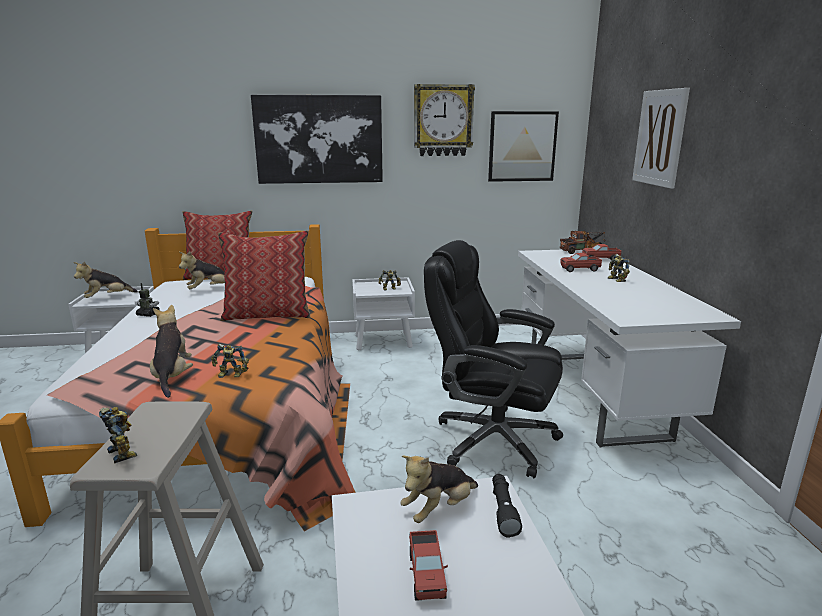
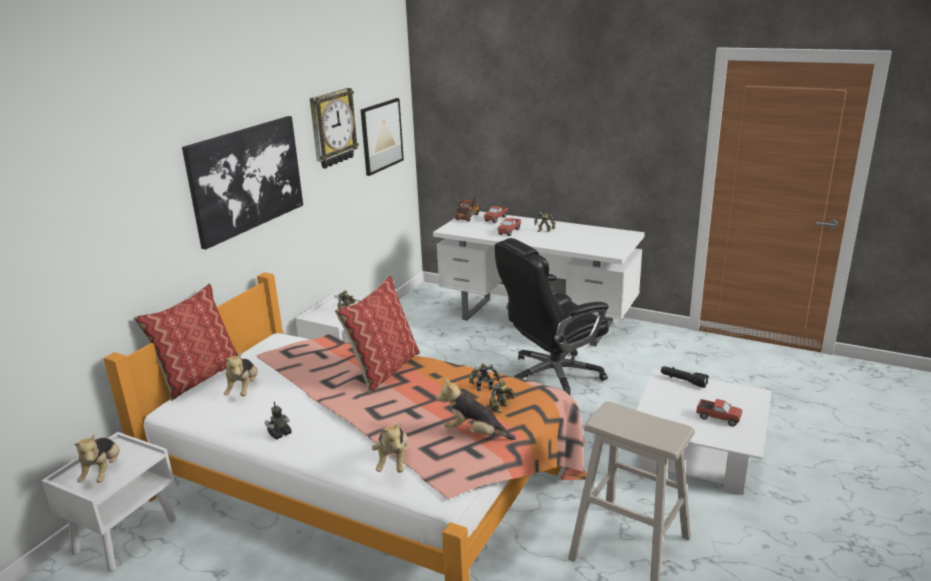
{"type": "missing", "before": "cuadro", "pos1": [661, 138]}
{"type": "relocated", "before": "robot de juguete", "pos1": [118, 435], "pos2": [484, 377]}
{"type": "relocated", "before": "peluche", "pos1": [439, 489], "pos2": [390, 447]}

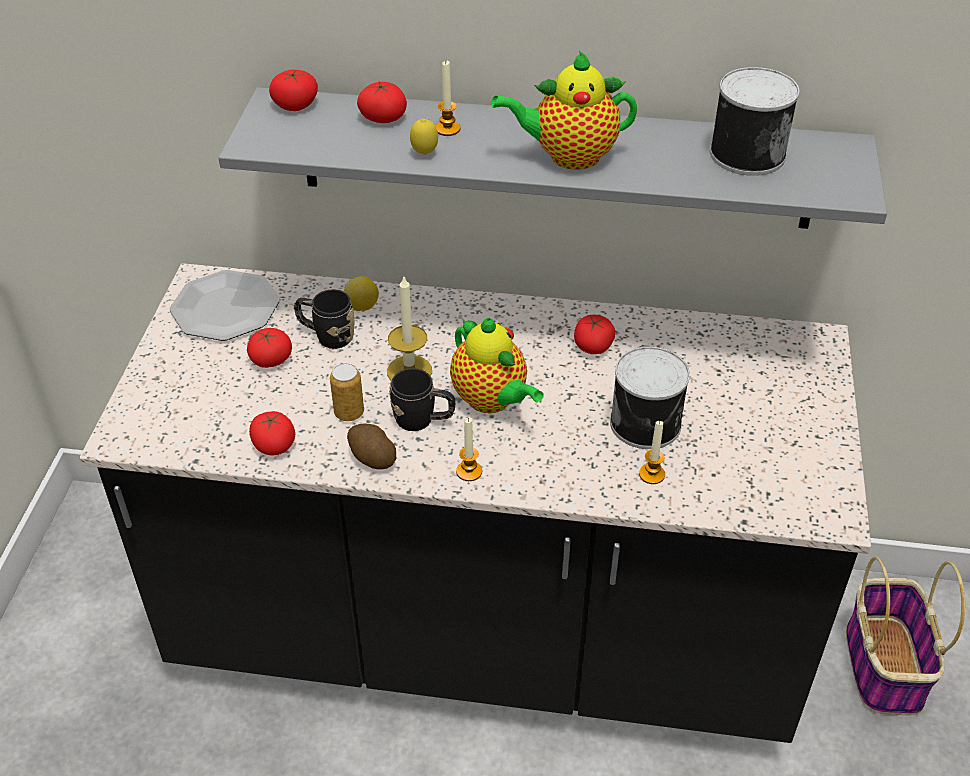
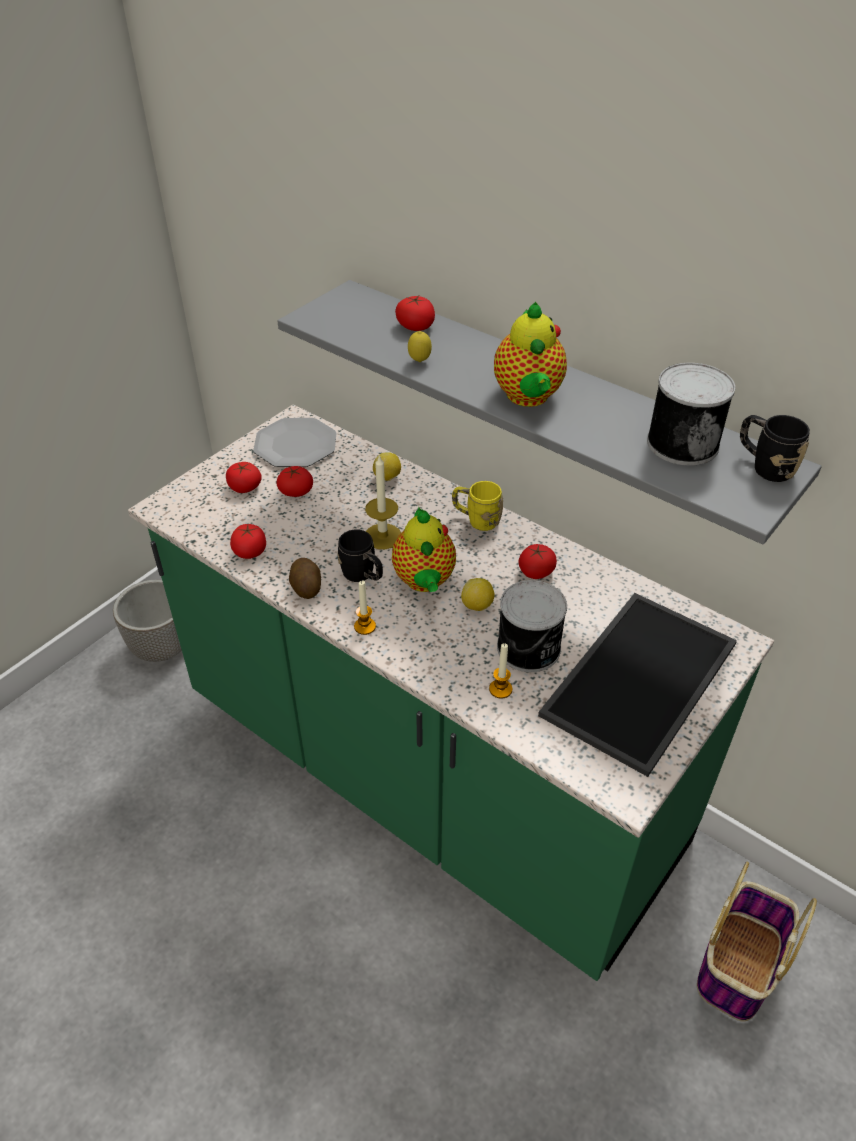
{"type": "spun", "before": "tetera", "pos1": [564, 110], "pos2": [530, 354], "turn": -120}
{"type": "missing", "before": "vela", "pos1": [448, 98]}
{"type": "relocated", "before": "tomate", "pos1": [293, 90], "pos2": [244, 477]}
{"type": "colour", "before": "mueble bajo de cocina/negro", "after": "mueble bajo de cocina/verde", "pos1": [475, 503], "pos2": [451, 692]}
{"type": "relocated", "before": "taza grande/negro", "pos1": [324, 319], "pos2": [775, 448]}
{"type": "missing", "before": "lata", "pos1": [347, 392]}
{"type": "appeared", "after": "taza grande/amarillo", "pos2": [477, 506]}
{"type": "appeared", "after": "limón", "pos2": [478, 594]}
{"type": "appeared", "after": "maceta", "pos2": [147, 621]}
{"type": "appeared", "after": "bandeja", "pos2": [637, 685]}

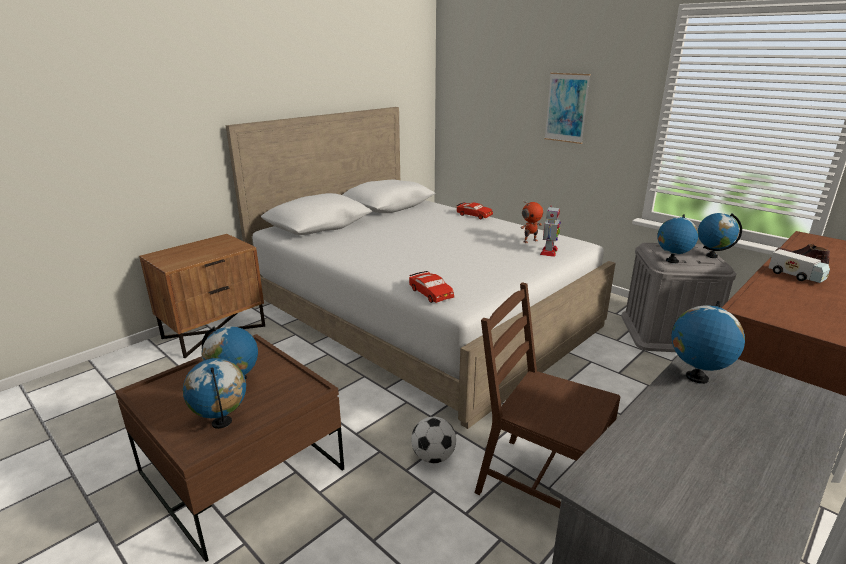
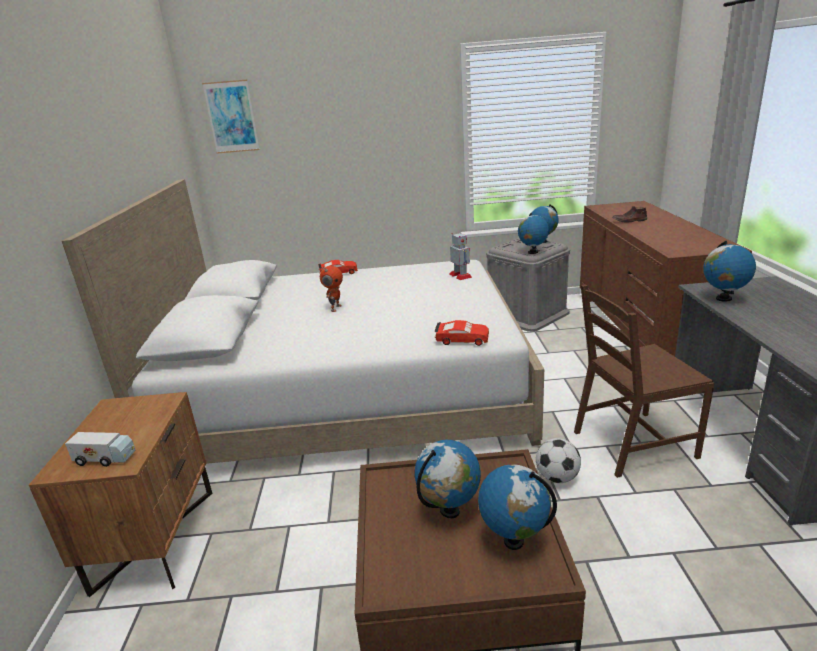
{"type": "relocated", "before": "cuadro", "pos1": [567, 108], "pos2": [231, 116]}
{"type": "relocated", "before": "robot de juguete", "pos1": [532, 221], "pos2": [331, 289]}
{"type": "relocated", "before": "camión de juguete", "pos1": [799, 266], "pos2": [100, 449]}

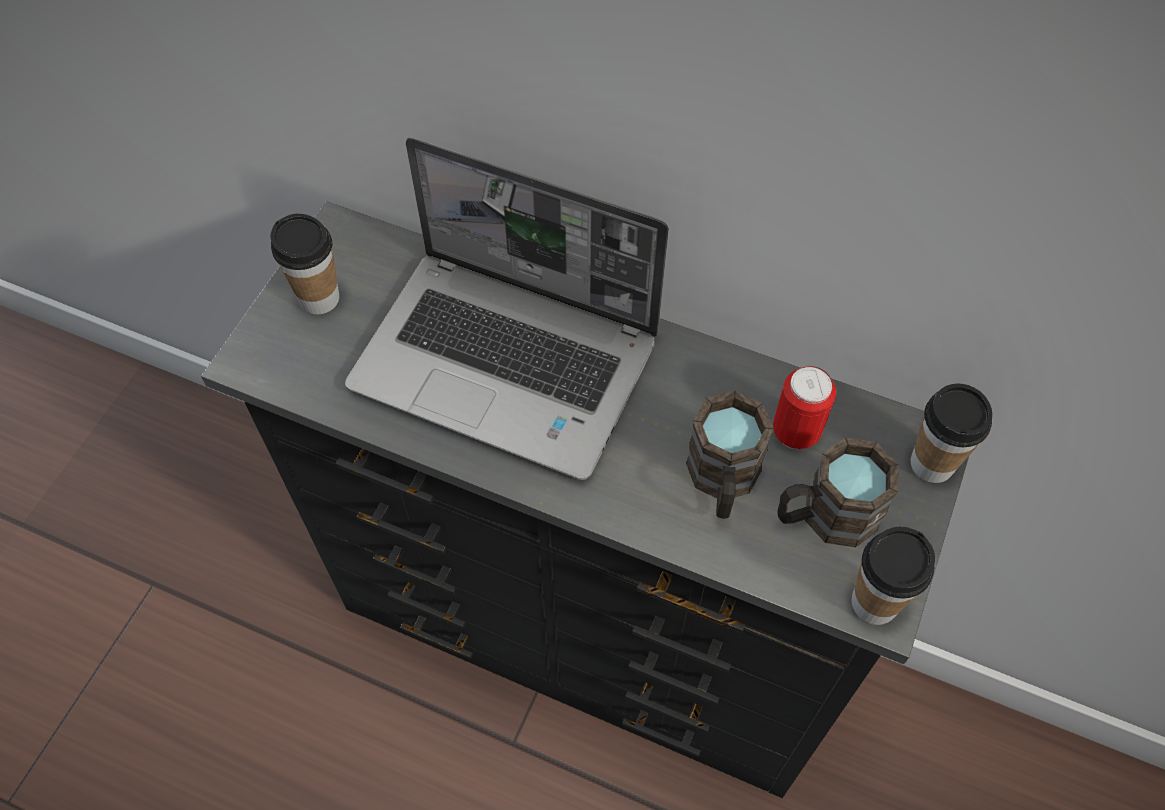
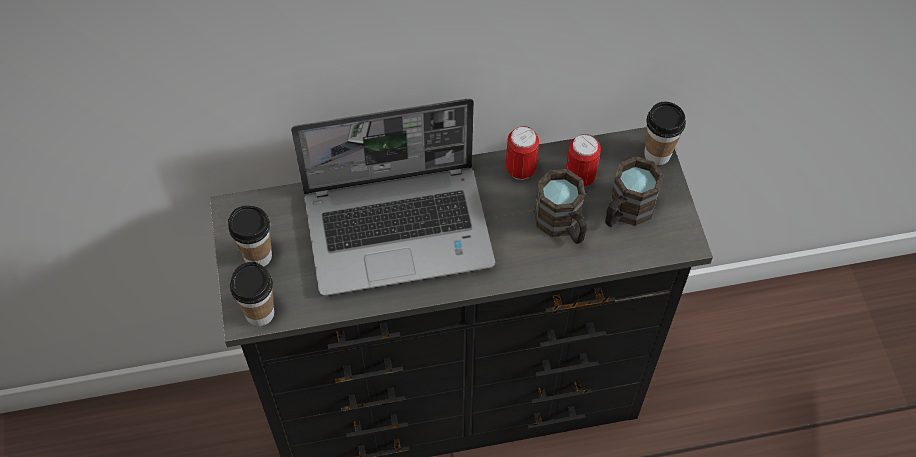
{"type": "relocated", "before": "taza", "pos1": [893, 576], "pos2": [252, 294]}
{"type": "appeared", "after": "lata", "pos2": [522, 153]}

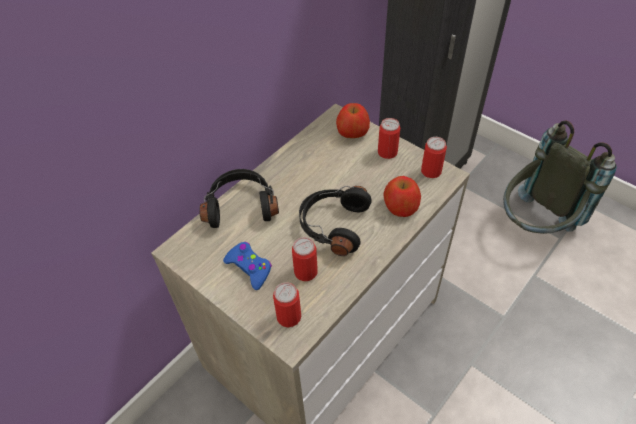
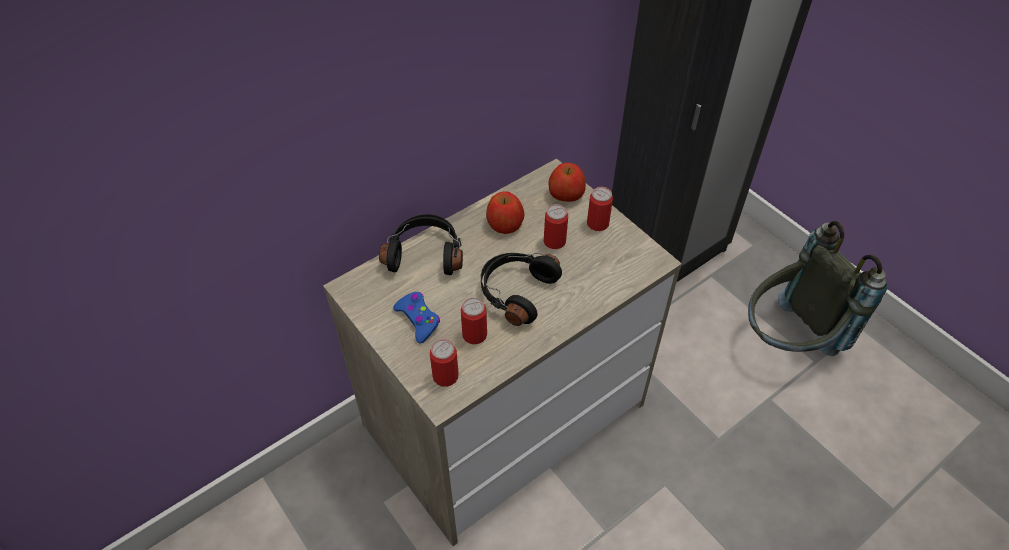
{"type": "relocated", "before": "lata", "pos1": [434, 157], "pos2": [556, 226]}
{"type": "relocated", "before": "manzana", "pos1": [402, 196], "pos2": [505, 212]}

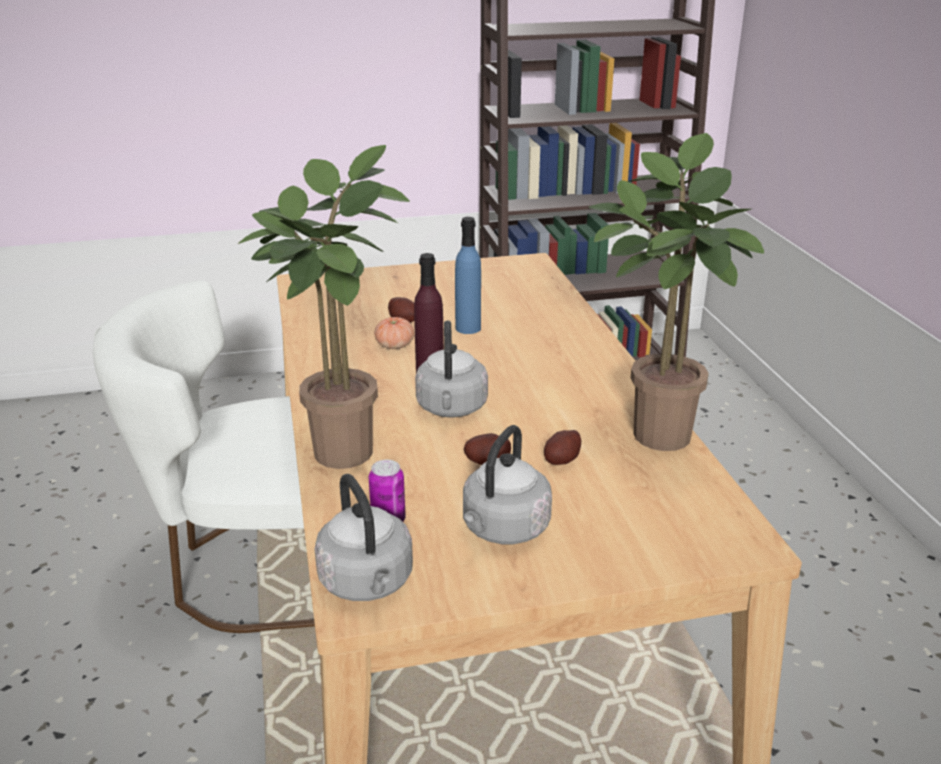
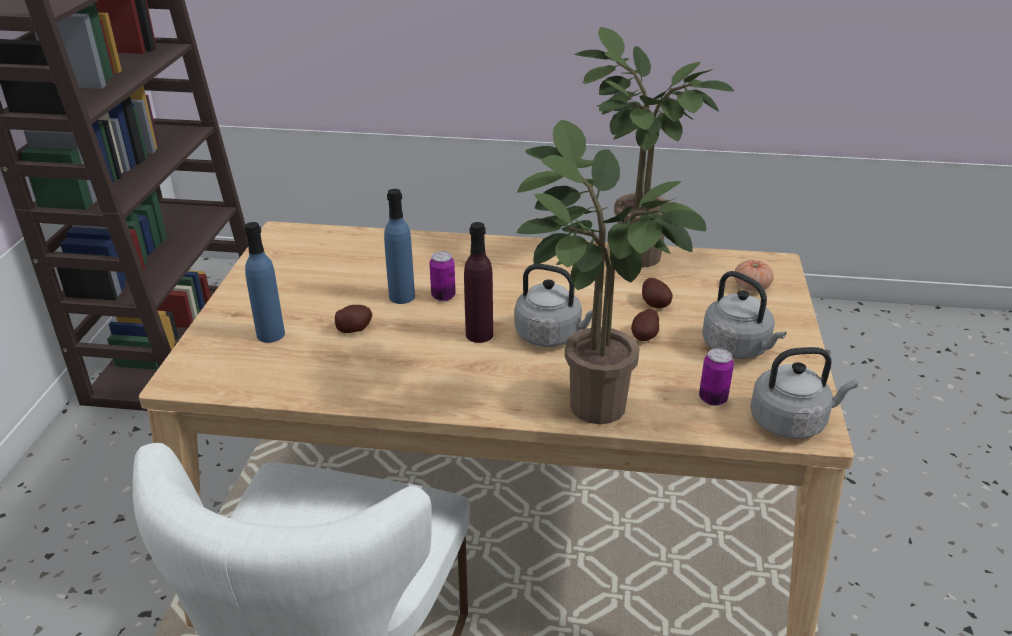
{"type": "relocated", "before": "tomate", "pos1": [394, 333], "pos2": [754, 276]}
{"type": "appeared", "after": "botella/azul", "pos2": [264, 282]}
{"type": "appeared", "after": "lata", "pos2": [442, 276]}

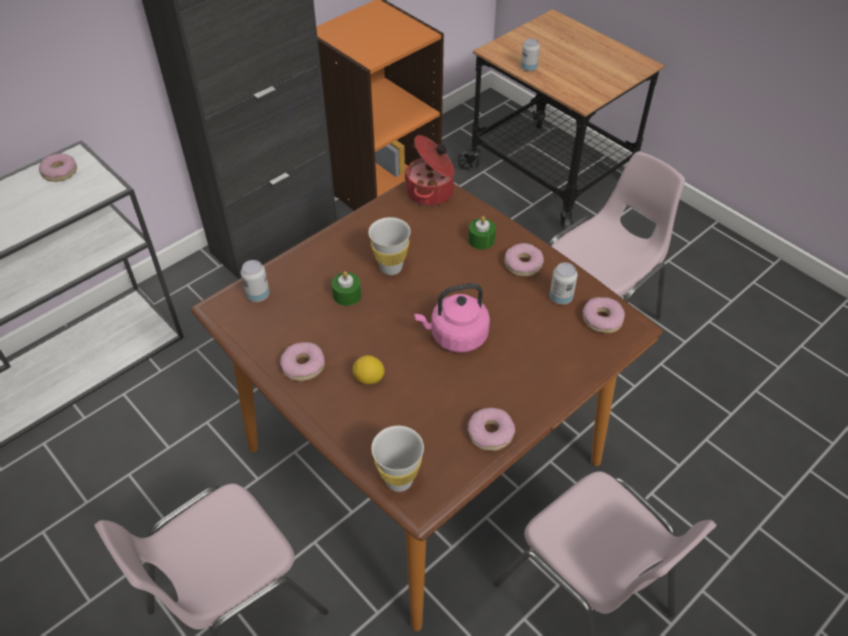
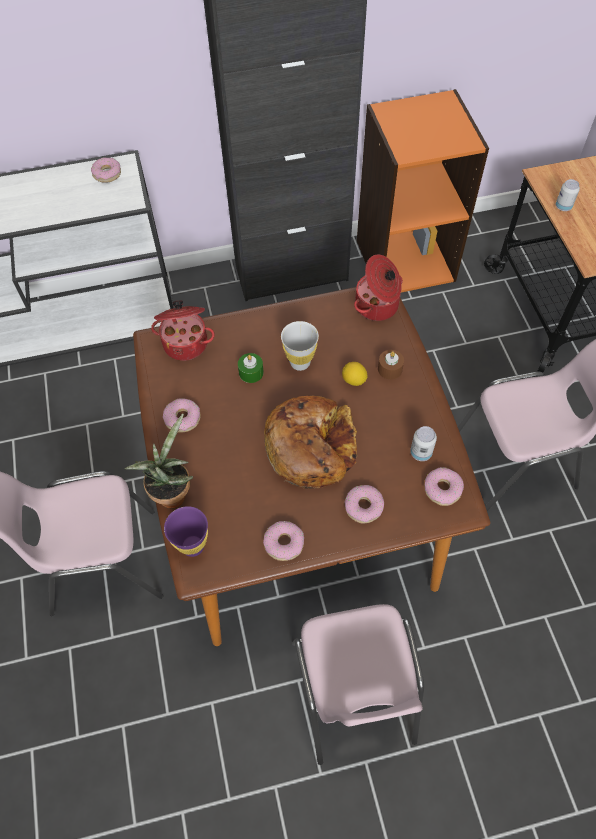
{"type": "colour", "before": "vela/verde", "after": "vela/marrón", "pos1": [482, 233], "pos2": [391, 365]}
{"type": "relocated", "before": "rosquilla", "pos1": [524, 259], "pos2": [364, 504]}
{"type": "exchanged", "before": "lata", "after": "olla", "pos1": [255, 281], "pos2": [183, 330]}
{"type": "exchanged", "before": "hervidor/rosa", "after": "pan", "pos1": [452, 318], "pos2": [310, 442]}
{"type": "relocated", "before": "limón", "pos1": [368, 369], "pos2": [355, 374]}
{"type": "colour", "before": "taza/blanco", "after": "taza/morado", "pos1": [397, 459], "pos2": [186, 531]}
{"type": "appeared", "after": "planta en maceta", "pos2": [158, 461]}

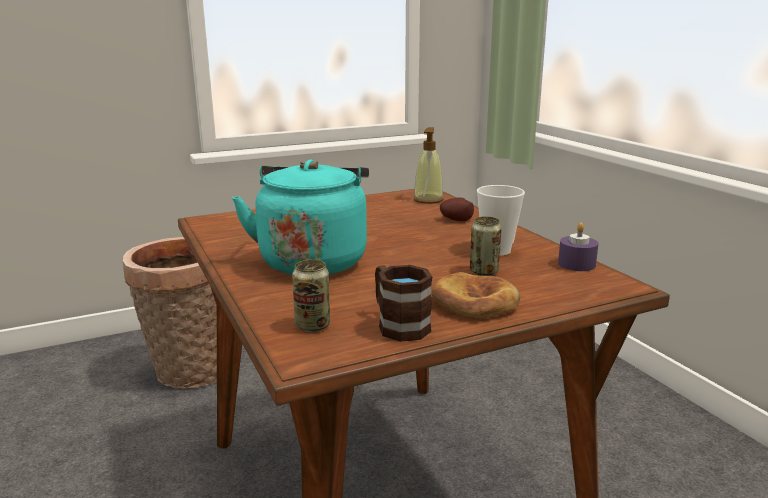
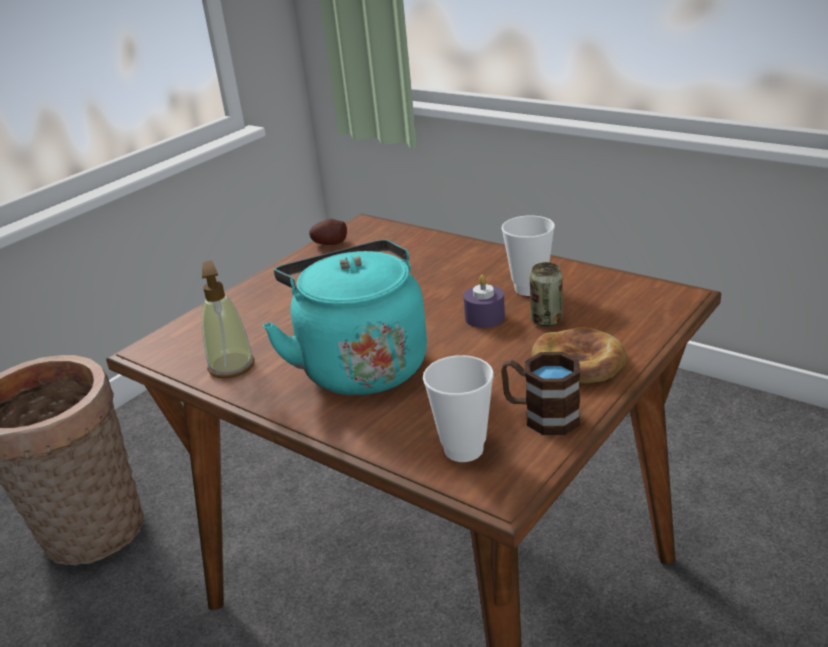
{"type": "relocated", "before": "dispensador de jabón", "pos1": [428, 165], "pos2": [228, 319]}
{"type": "relocated", "before": "patata", "pos1": [457, 209], "pos2": [328, 232]}
{"type": "relocated", "before": "vela/morado", "pos1": [578, 247], "pos2": [484, 301]}
{"type": "exchanged", "before": "lata", "after": "taza", "pos1": [311, 296], "pos2": [458, 408]}

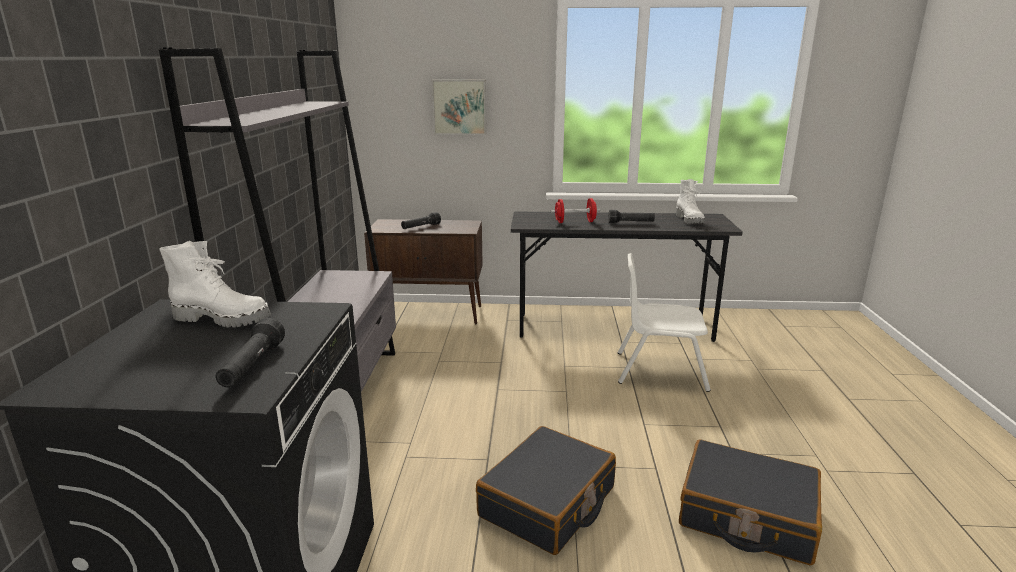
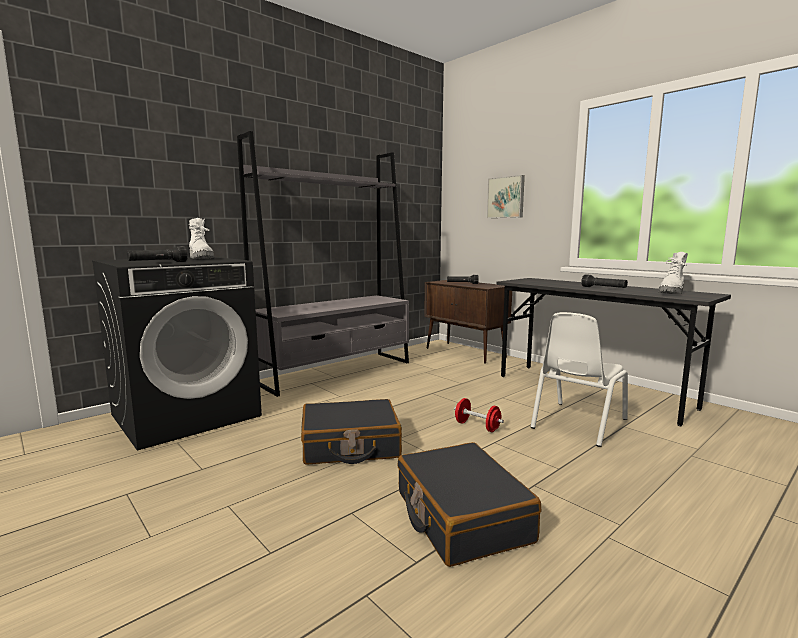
{"type": "relocated", "before": "mancuerna/rojo", "pos1": [575, 210], "pos2": [479, 415]}
{"type": "spun", "before": "silla/blanco", "pos1": [664, 322], "pos2": [579, 379], "turn": -105}

